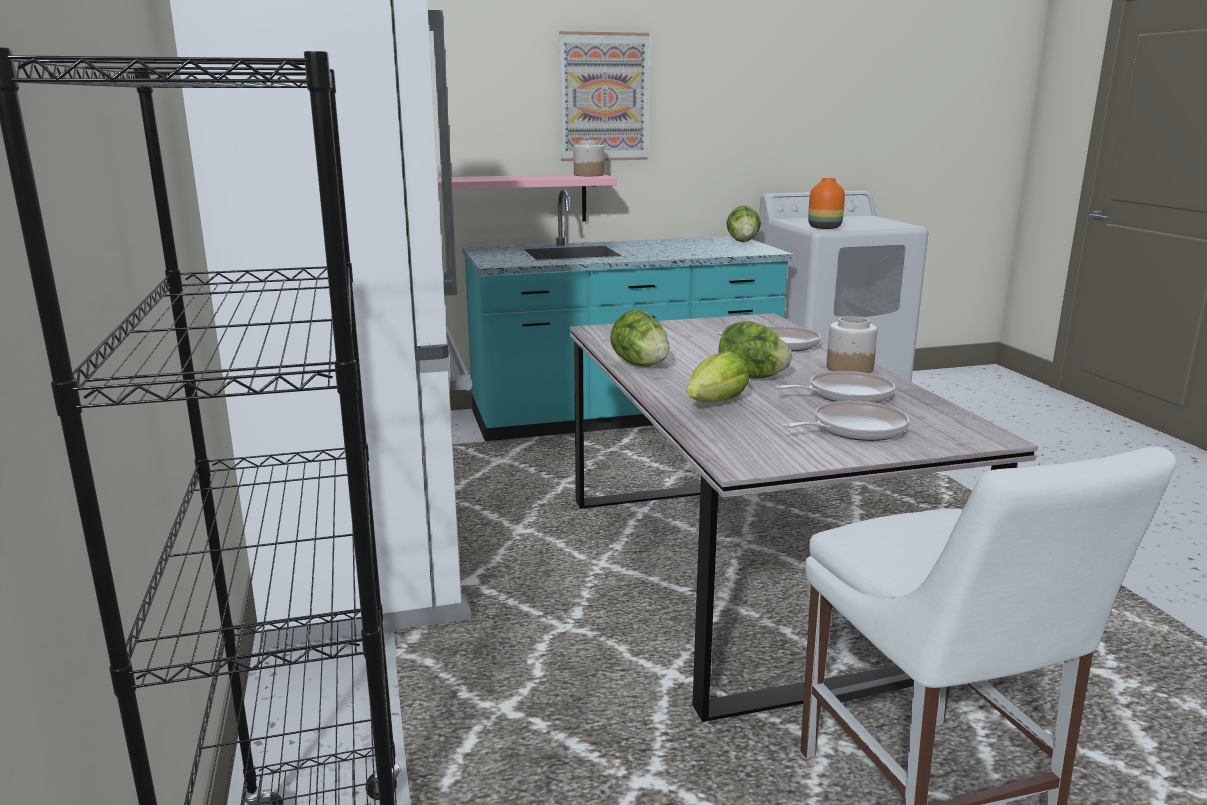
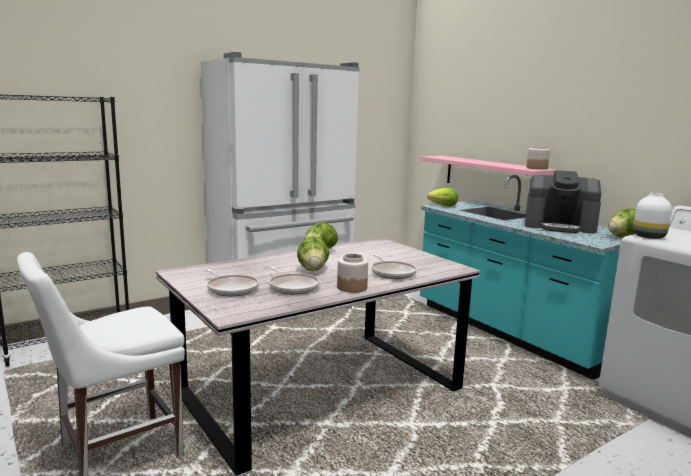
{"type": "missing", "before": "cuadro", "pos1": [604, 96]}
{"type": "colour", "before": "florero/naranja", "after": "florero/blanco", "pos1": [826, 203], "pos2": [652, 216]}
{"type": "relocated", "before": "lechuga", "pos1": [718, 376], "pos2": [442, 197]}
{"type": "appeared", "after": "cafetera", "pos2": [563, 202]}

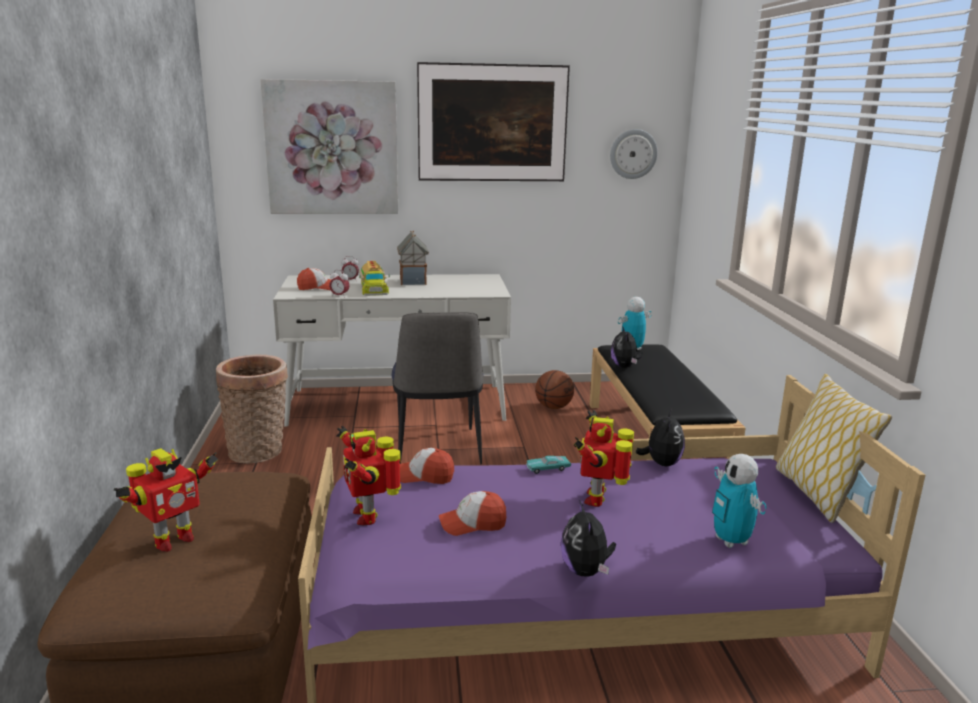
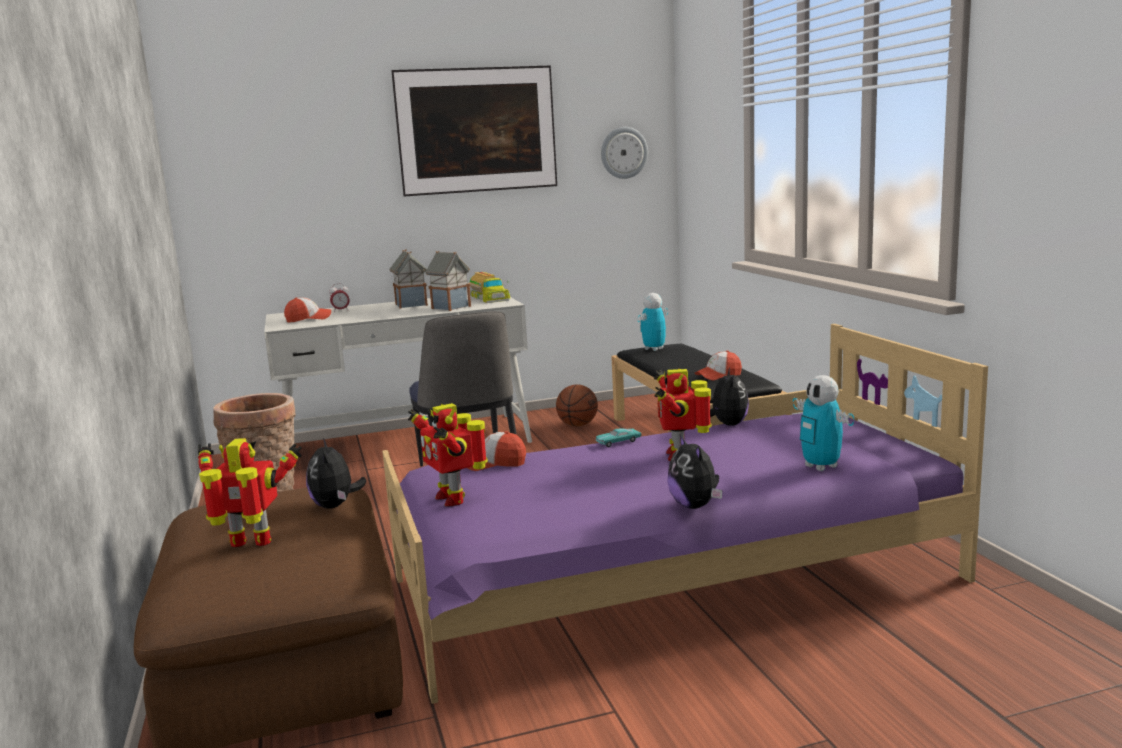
{"type": "missing", "before": "cuadro", "pos1": [329, 146]}
{"type": "relocated", "before": "camión de juguete", "pos1": [374, 278], "pos2": [489, 287]}
{"type": "missing", "before": "despertador", "pos1": [339, 284]}
{"type": "relocated", "before": "peluche", "pos1": [627, 347], "pos2": [336, 473]}
{"type": "missing", "before": "cojín", "pos1": [834, 448]}
{"type": "spun", "before": "robot de juguete", "pos1": [166, 500], "pos2": [250, 492], "turn": -120}
{"type": "relocated", "before": "gorra", "pos1": [472, 513], "pos2": [718, 365]}
{"type": "appeared", "after": "casita", "pos2": [448, 281]}

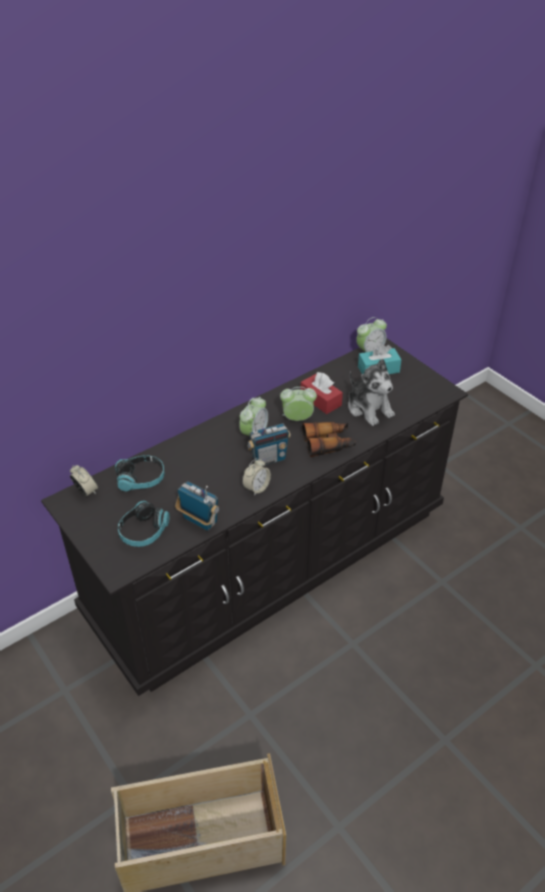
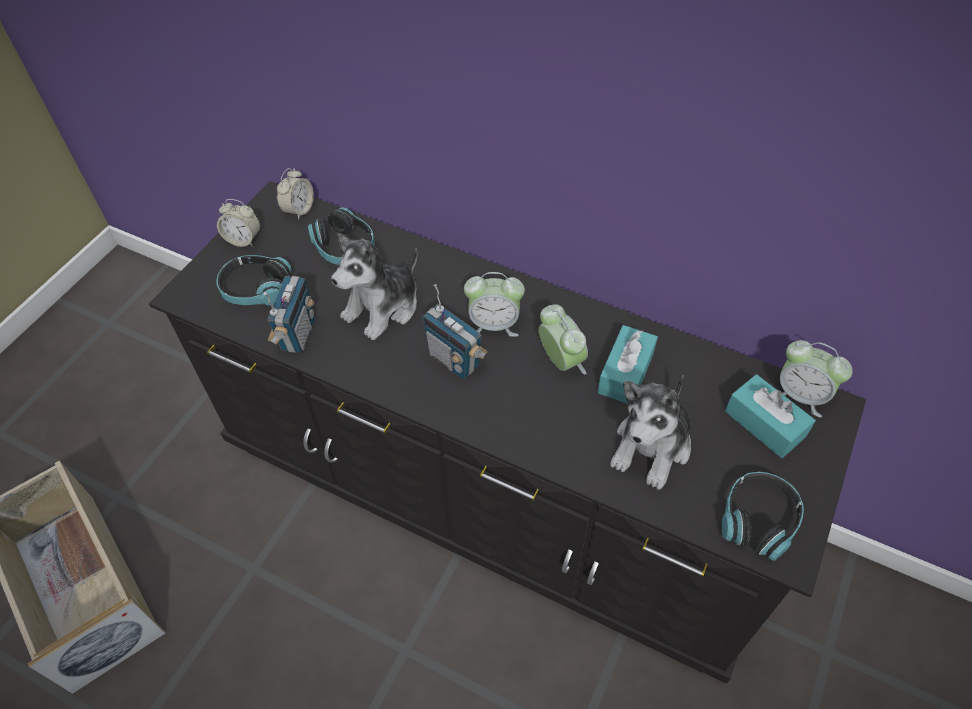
{"type": "colour", "before": "caja de pañuelos/rojo", "after": "caja de pañuelos/turquesa", "pos1": [322, 393], "pos2": [627, 364]}
{"type": "missing", "before": "prismáticos", "pos1": [329, 439]}
{"type": "relocated", "before": "despertador", "pos1": [256, 477], "pos2": [238, 223]}
{"type": "appeared", "after": "peluche", "pos2": [374, 286]}
{"type": "appeared", "after": "auriculares", "pos2": [763, 516]}

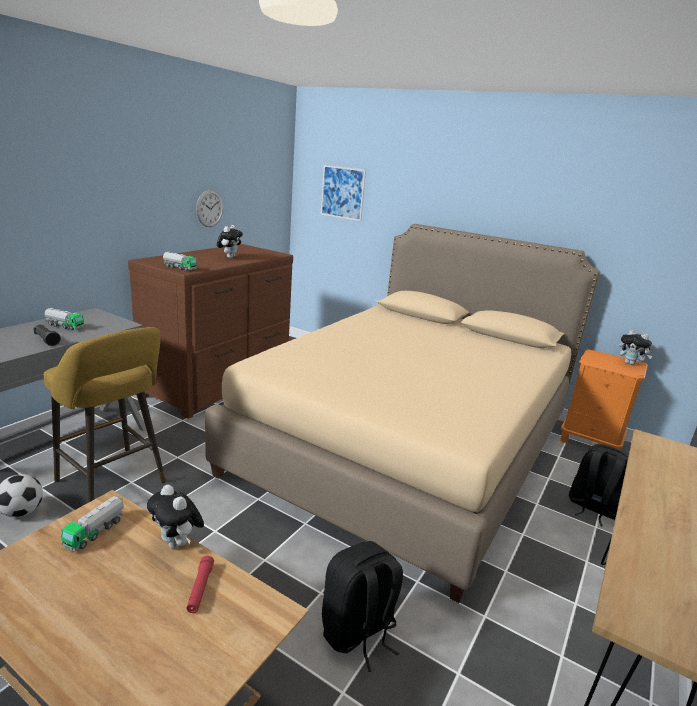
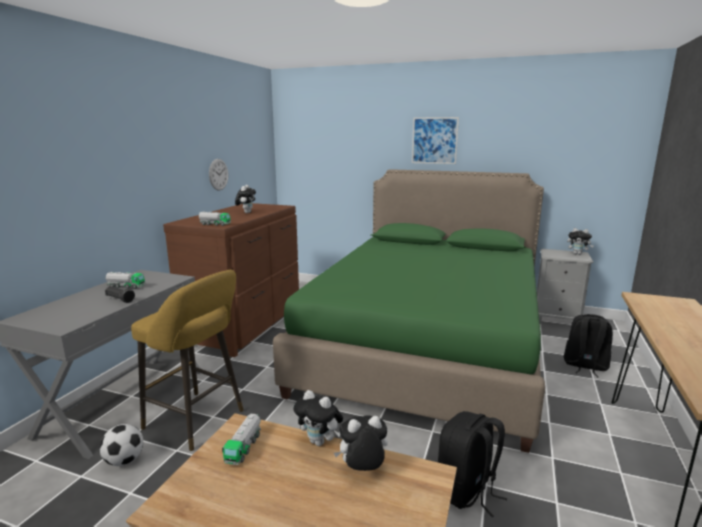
{"type": "relocated", "before": "cuadro", "pos1": [343, 193], "pos2": [435, 140]}
{"type": "colour", "before": "cama/beis", "after": "cama/verde", "pos1": [402, 413], "pos2": [409, 311]}
{"type": "colour", "before": "mesita de noche/naranja", "after": "mesita de noche/gris", "pos1": [604, 399], "pos2": [565, 286]}
{"type": "exchanged", "before": "linterna/rojo", "after": "peluche", "pos1": [200, 584], "pos2": [361, 443]}

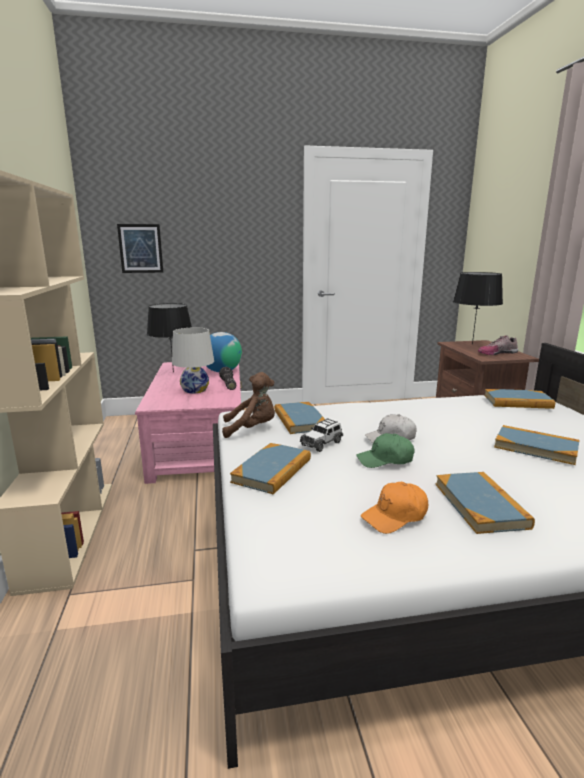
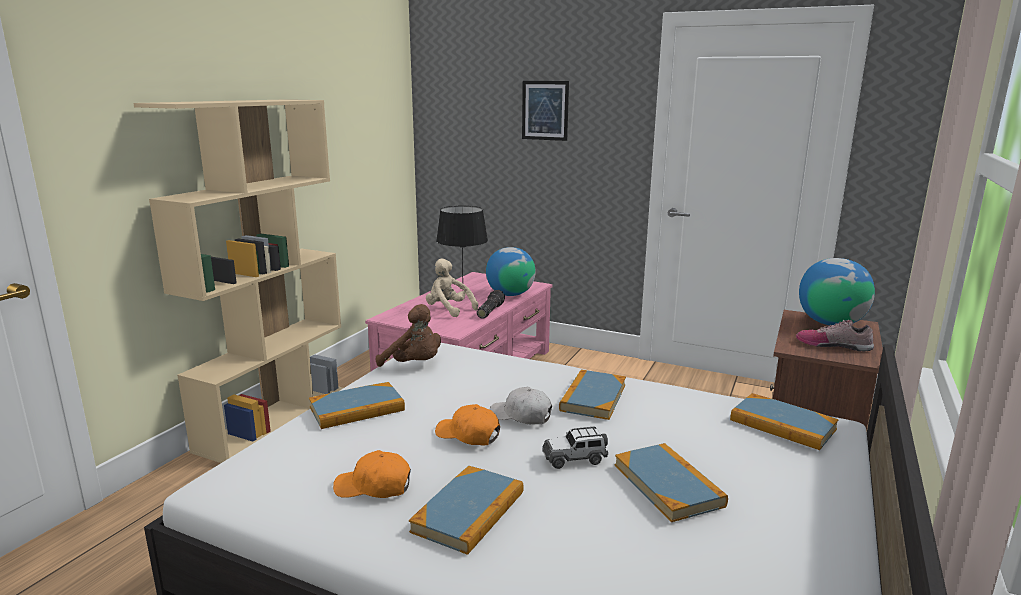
{"type": "relocated", "before": "cuadro", "pos1": [140, 248], "pos2": [545, 111]}
{"type": "exchanged", "before": "lámpara de mesa/negro", "after": "globo terráqueo", "pos1": [478, 308], "pos2": [837, 291]}
{"type": "exchanged", "before": "lámpara de mesa/blanco", "after": "peluche/beis", "pos1": [193, 360], "pos2": [452, 287]}
{"type": "relocated", "before": "libro", "pos1": [300, 418], "pos2": [592, 395]}
{"type": "relocated", "before": "coche de juguete", "pos1": [321, 435], "pos2": [575, 447]}
{"type": "colour", "before": "gorra/verde", "after": "gorra/naranja", "pos1": [385, 450], "pos2": [467, 425]}

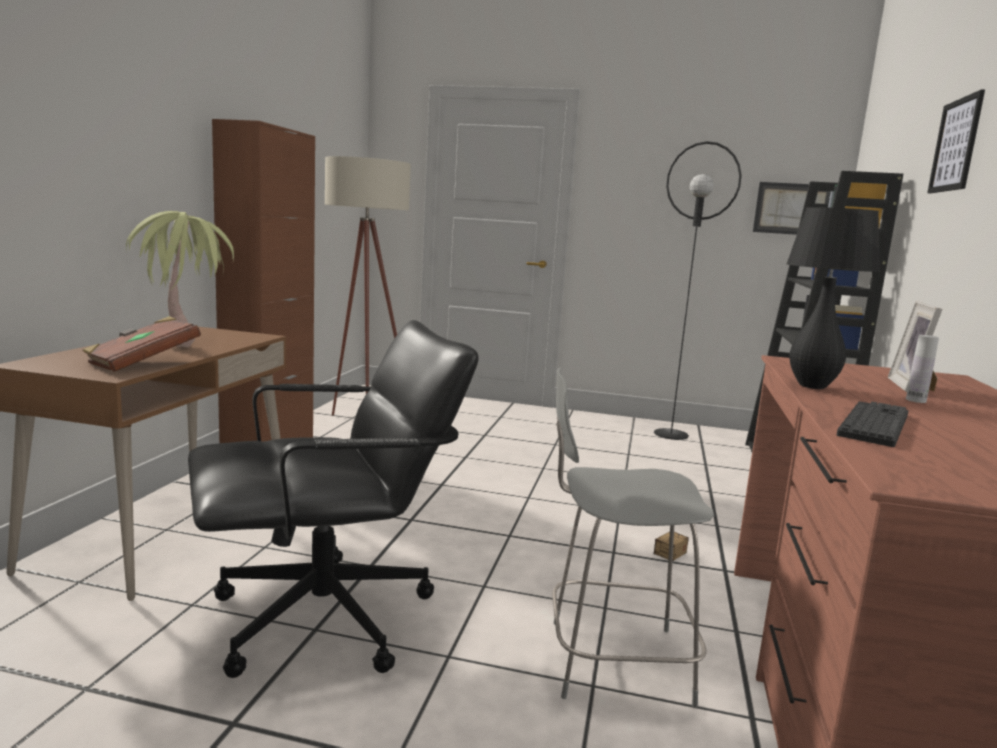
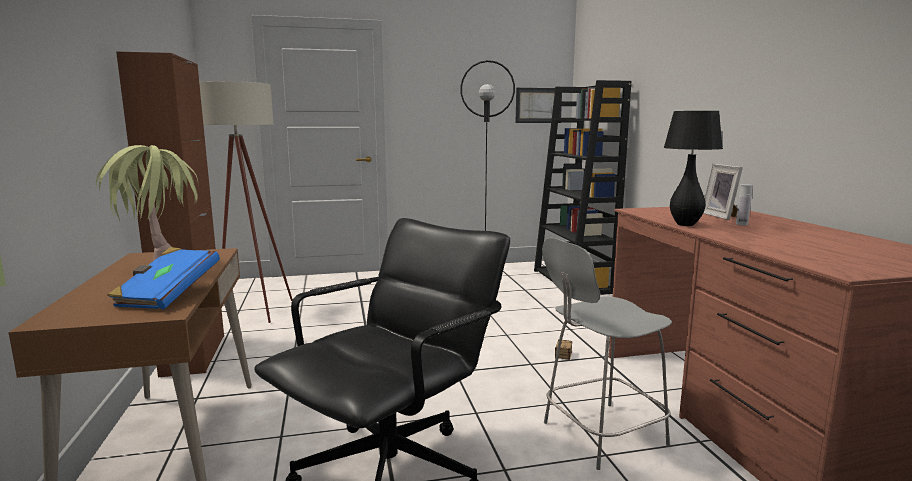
{"type": "missing", "before": "cuadro", "pos1": [956, 141]}
{"type": "colour", "before": "libro/marrón", "after": "libro/azul", "pos1": [142, 344], "pos2": [163, 278]}
{"type": "missing", "before": "teclado", "pos1": [873, 424]}

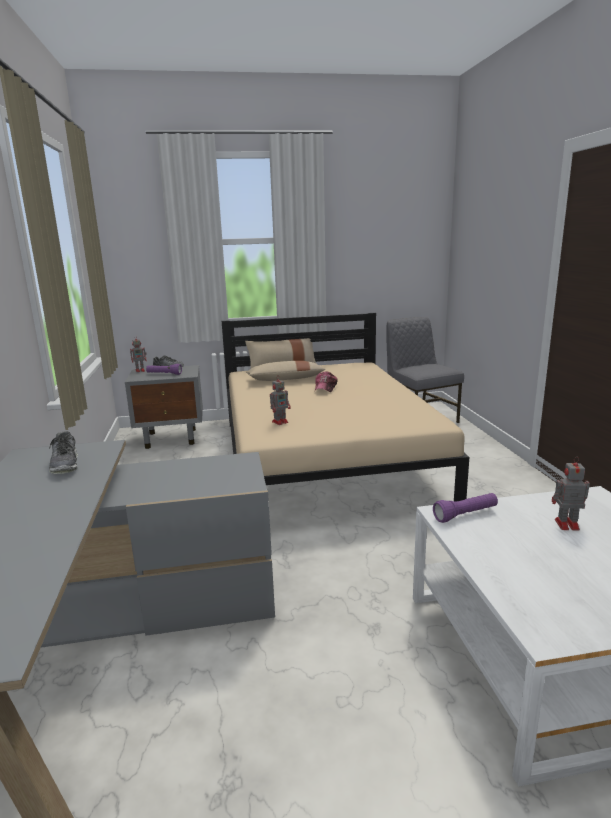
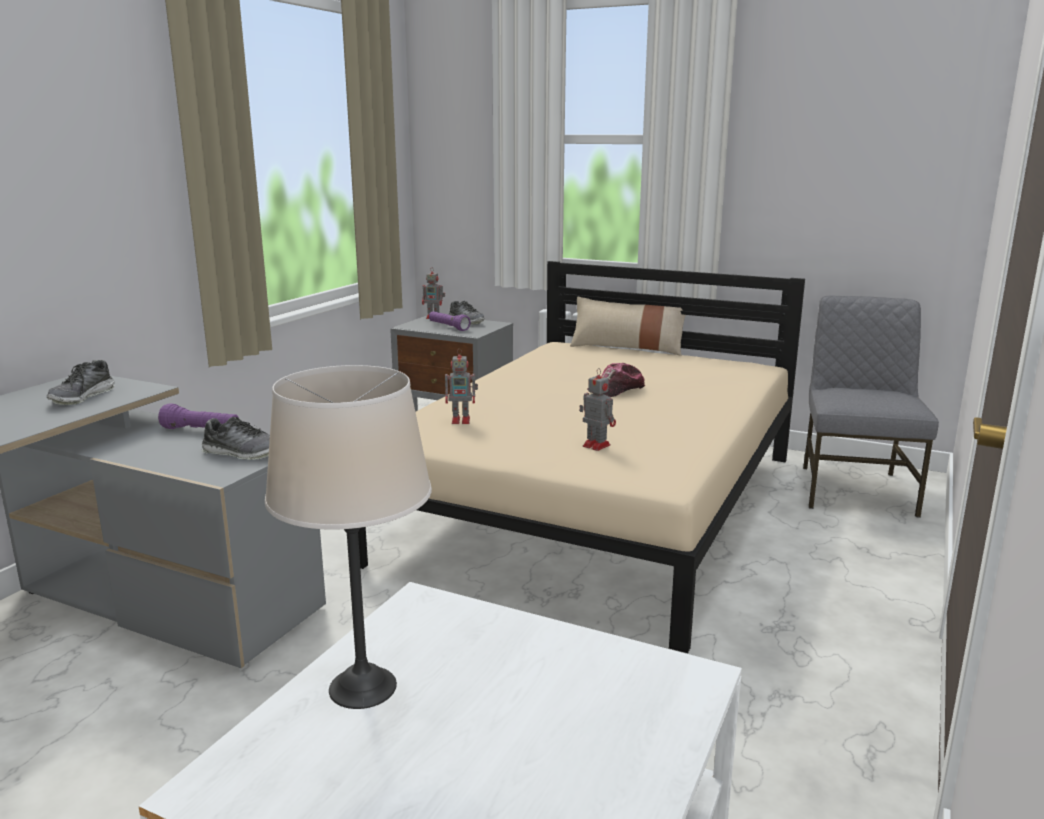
{"type": "missing", "before": "cojín/beis", "pos1": [286, 371]}
{"type": "relocated", "before": "robot de juguete", "pos1": [571, 494], "pos2": [597, 409]}
{"type": "relocated", "before": "linterna/morado", "pos1": [465, 508], "pos2": [198, 416]}
{"type": "appeared", "after": "lámpara de mesa/beis", "pos2": [348, 537]}
{"type": "appeared", "after": "zapato", "pos2": [235, 438]}

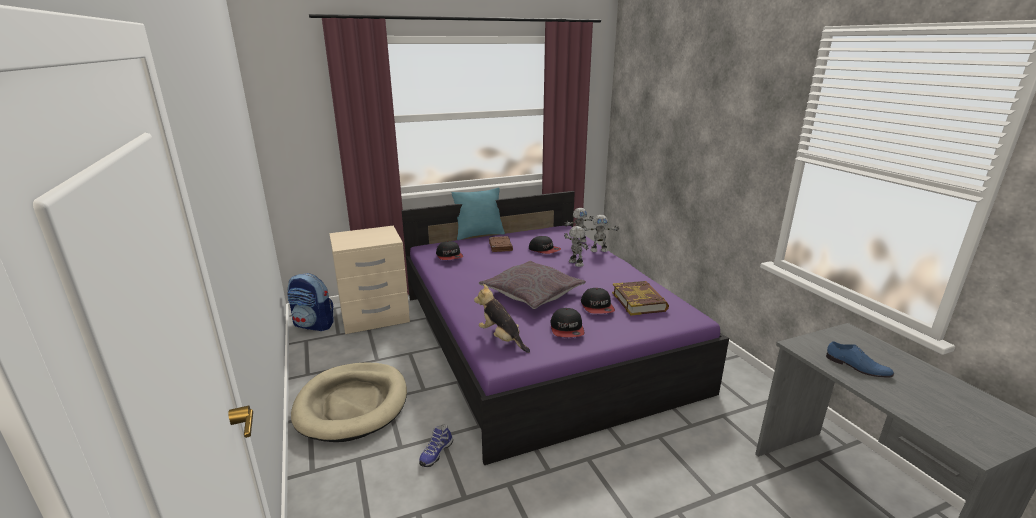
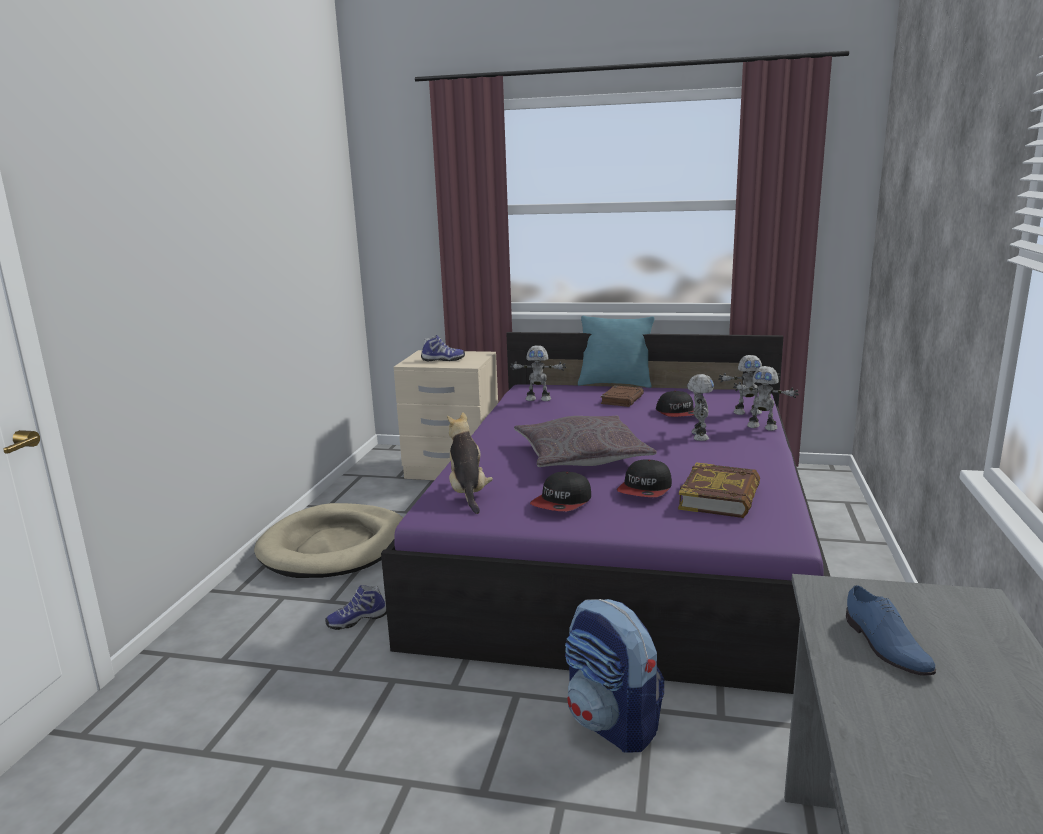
{"type": "exchanged", "before": "gorra", "after": "robot de juguete", "pos1": [449, 250], "pos2": [538, 373]}
{"type": "relocated", "before": "mochila", "pos1": [310, 302], "pos2": [614, 676]}
{"type": "appeared", "after": "zapato", "pos2": [443, 348]}

